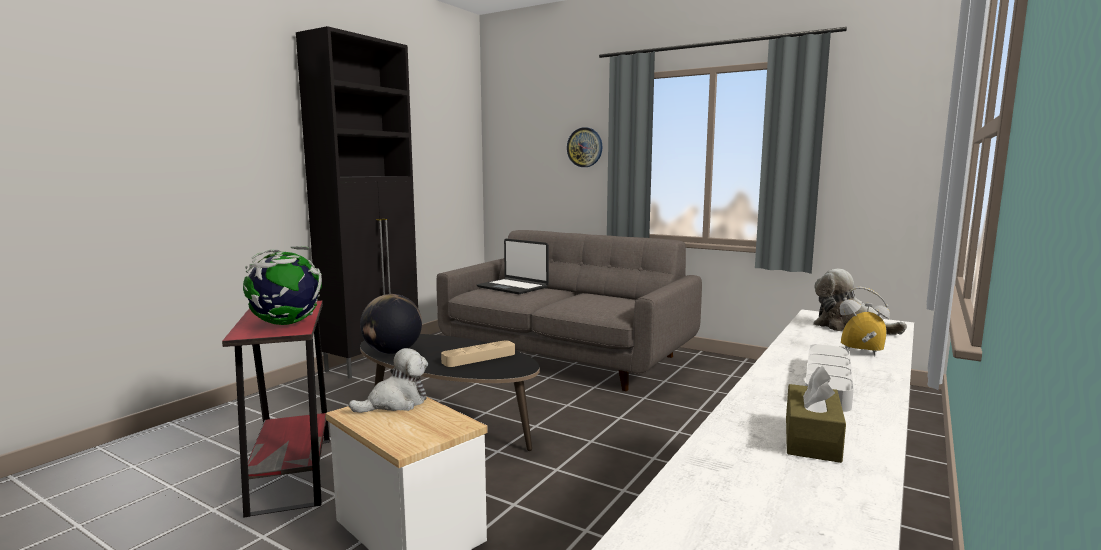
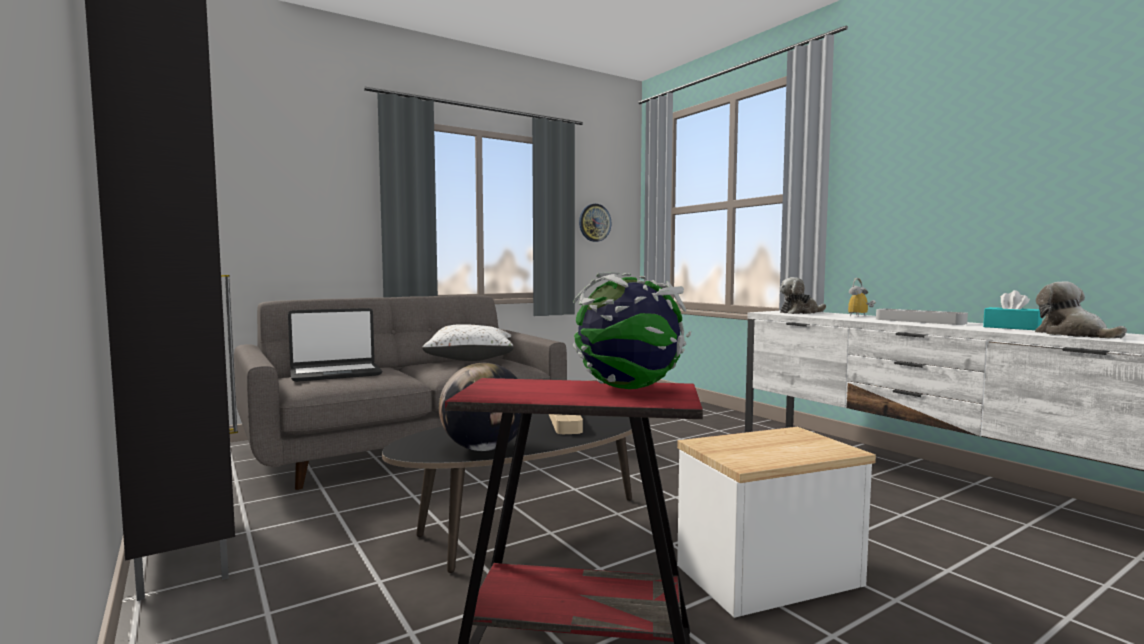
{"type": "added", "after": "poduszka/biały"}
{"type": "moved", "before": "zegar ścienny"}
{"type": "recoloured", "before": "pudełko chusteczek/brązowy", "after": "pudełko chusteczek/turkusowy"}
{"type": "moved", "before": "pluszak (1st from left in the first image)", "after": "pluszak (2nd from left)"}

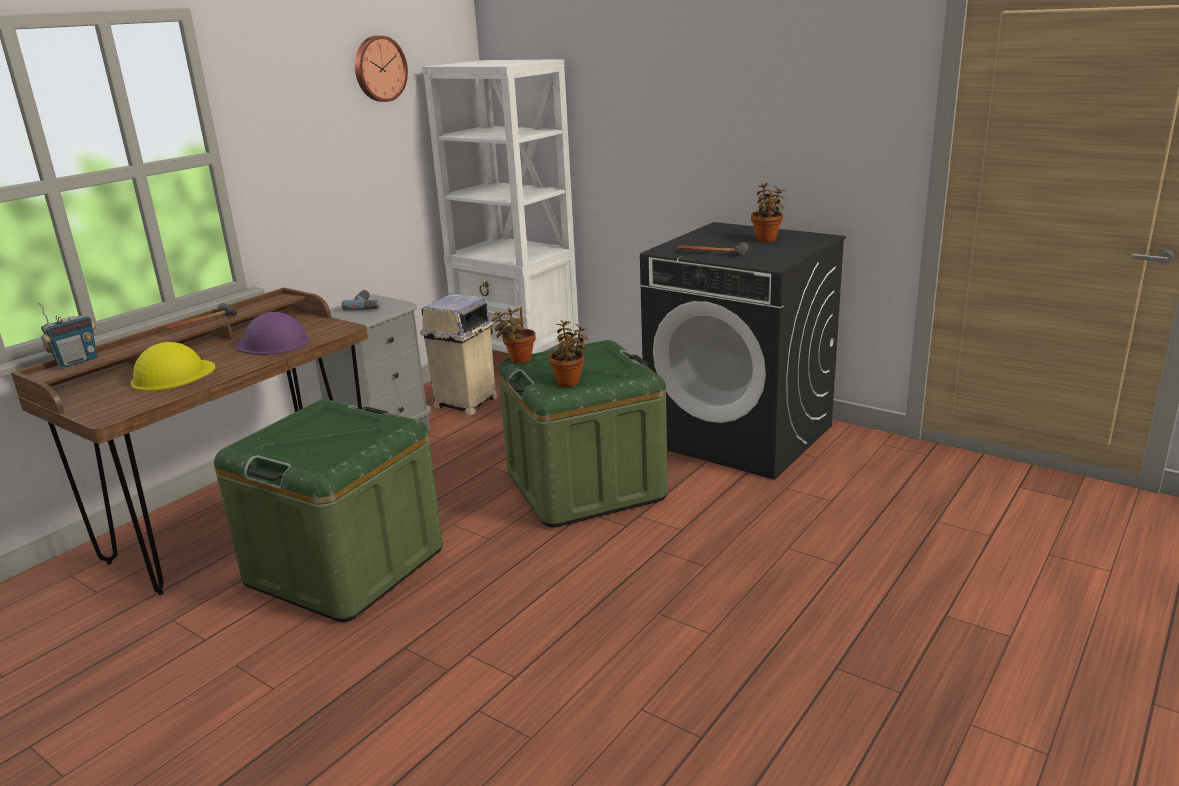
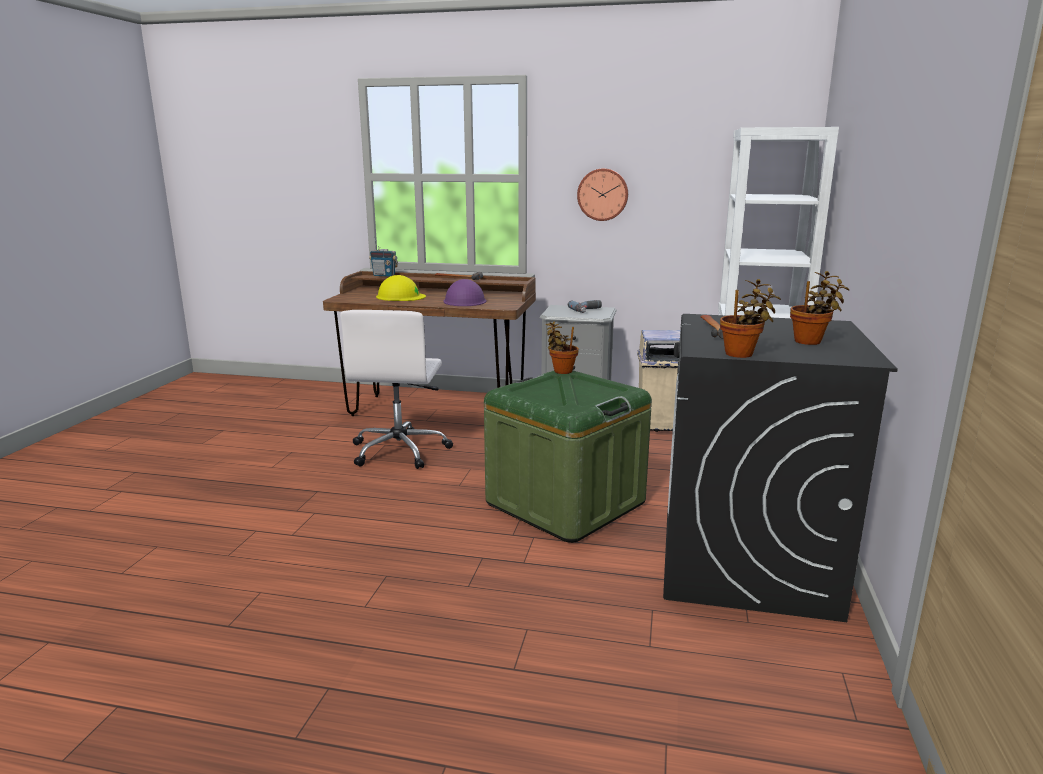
{"type": "replaced", "before": "pojemnik do przechowywania/zielony (1st from left)", "after": "krzesło biurowe/biały"}
{"type": "moved", "before": "zegar ścienny"}
{"type": "moved", "before": "roślina doniczkowa (2nd from left)"}

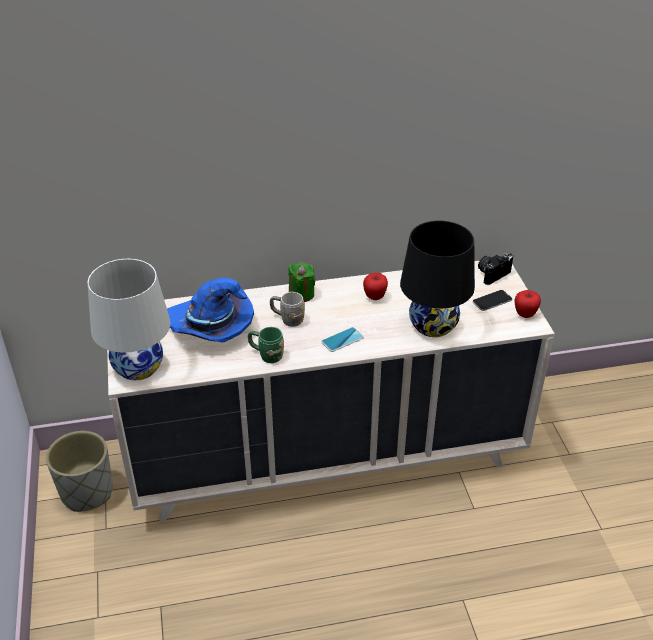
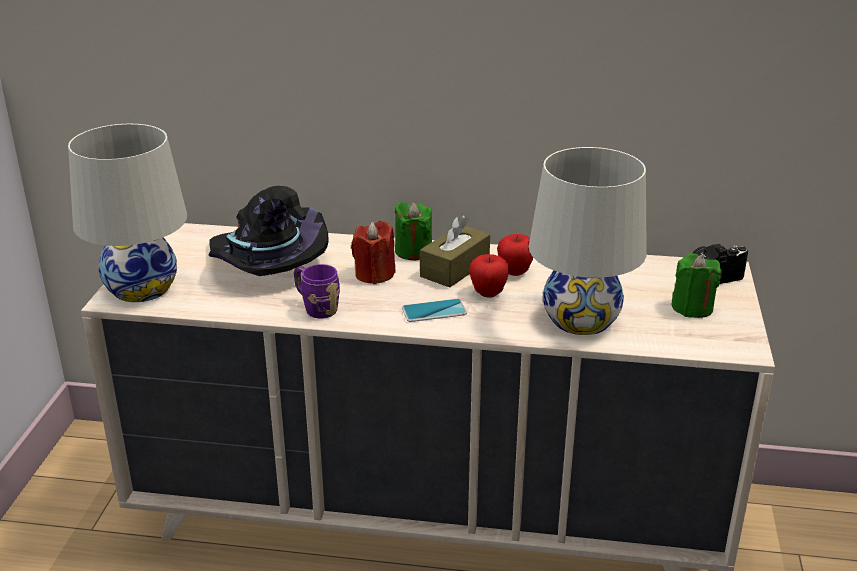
{"type": "recoloured", "before": "kapelusz/niebieski", "after": "kapelusz/czarny"}
{"type": "recoloured", "before": "kubek/zielony", "after": "kubek/fioletowy"}
{"type": "replaced", "before": "kubek/szary", "after": "świeca/czerwony"}
{"type": "added", "after": "pudełko chusteczek/brązowy"}
{"type": "moved", "before": "jabłko (2nd from left in the first image)", "after": "jabłko (1st from left)"}
{"type": "recoloured", "before": "lampa stołowa/czarny", "after": "lampa stołowa/biały (2nd from left)"}
{"type": "replaced", "before": "telefon (2nd from left)", "after": "świeca/zielony (2nd from left)"}
{"type": "removed", "before": "donica/szary"}

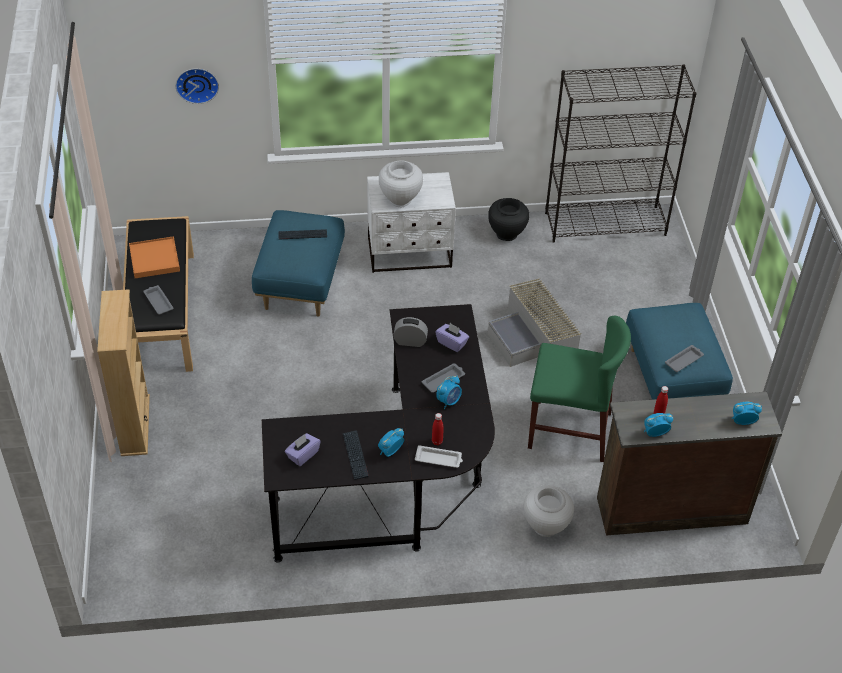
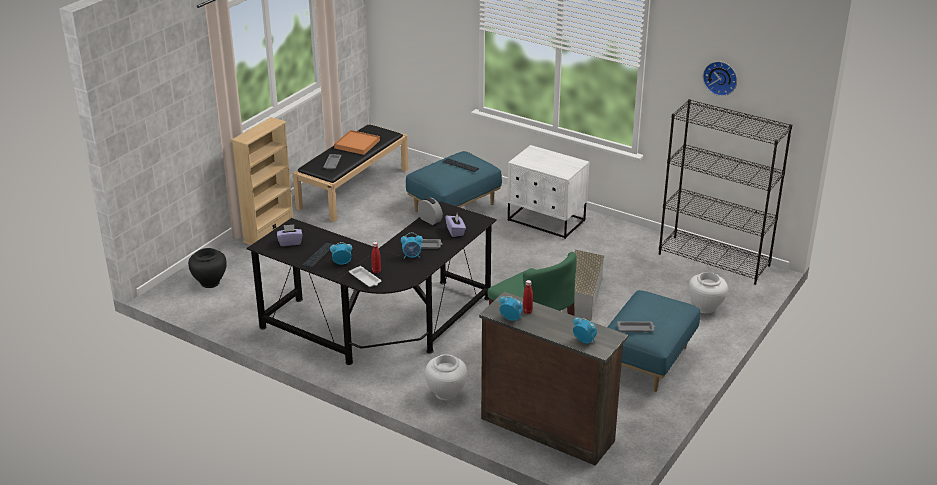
{"type": "moved", "before": "wazon/czarny"}
{"type": "moved", "before": "wazon/biały (1st from left in the first image)", "after": "wazon/biały (2nd from left)"}
{"type": "moved", "before": "zegar ścienny"}

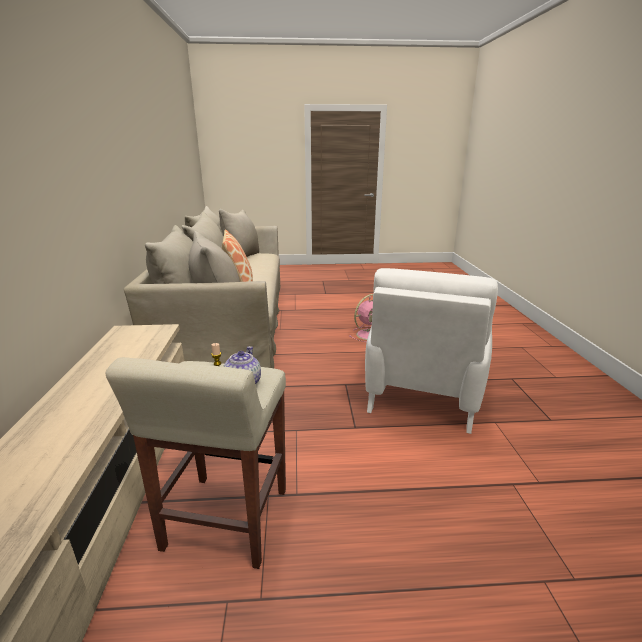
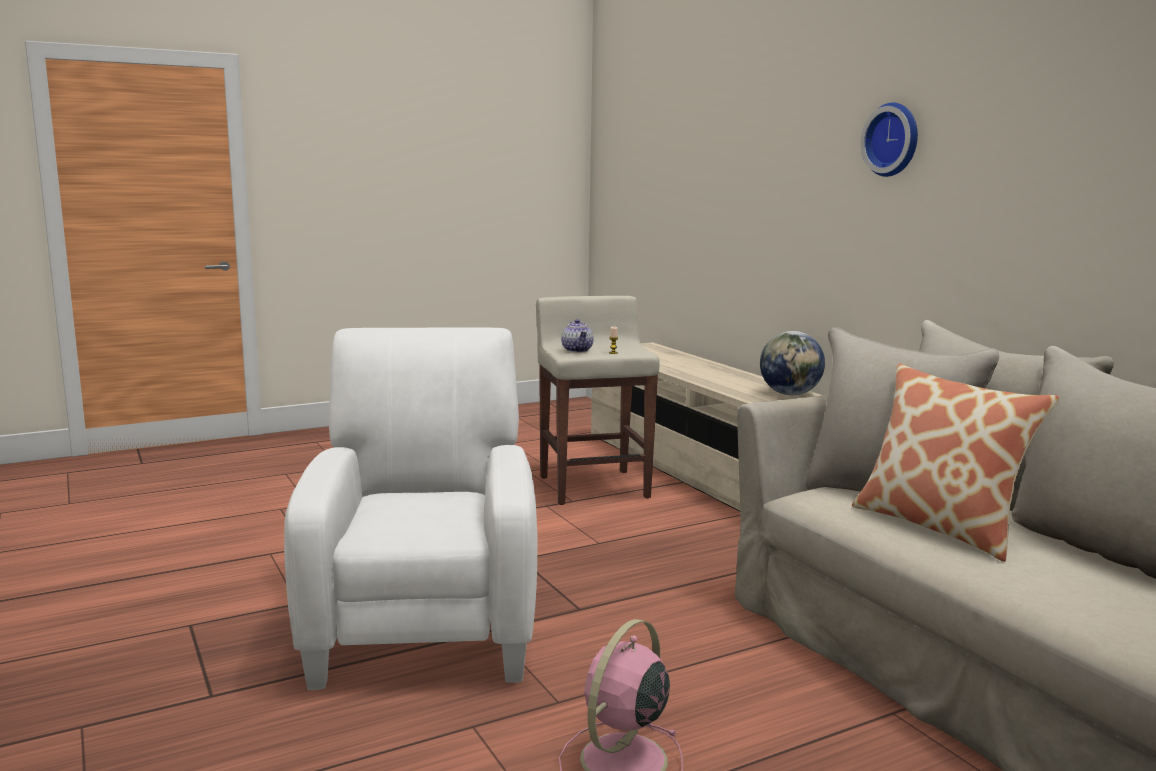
{"type": "added", "after": "globus"}
{"type": "added", "after": "zegar ścienny"}

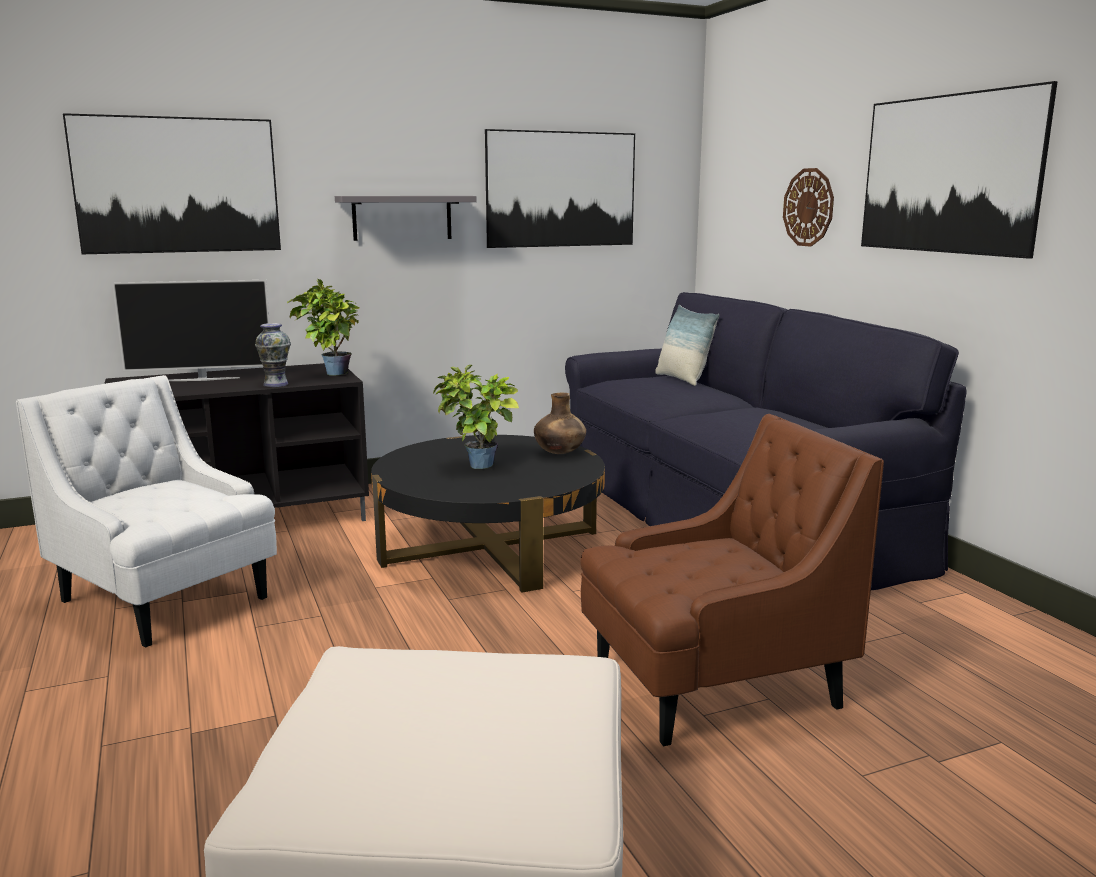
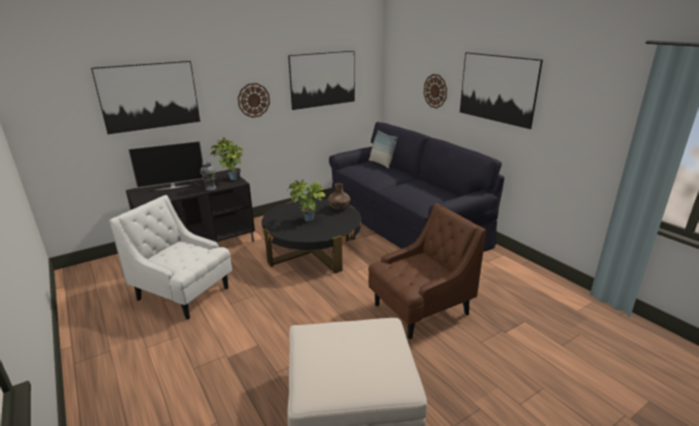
{"type": "replaced", "before": "półka/szary", "after": "zegar ścienny (1st from left)"}

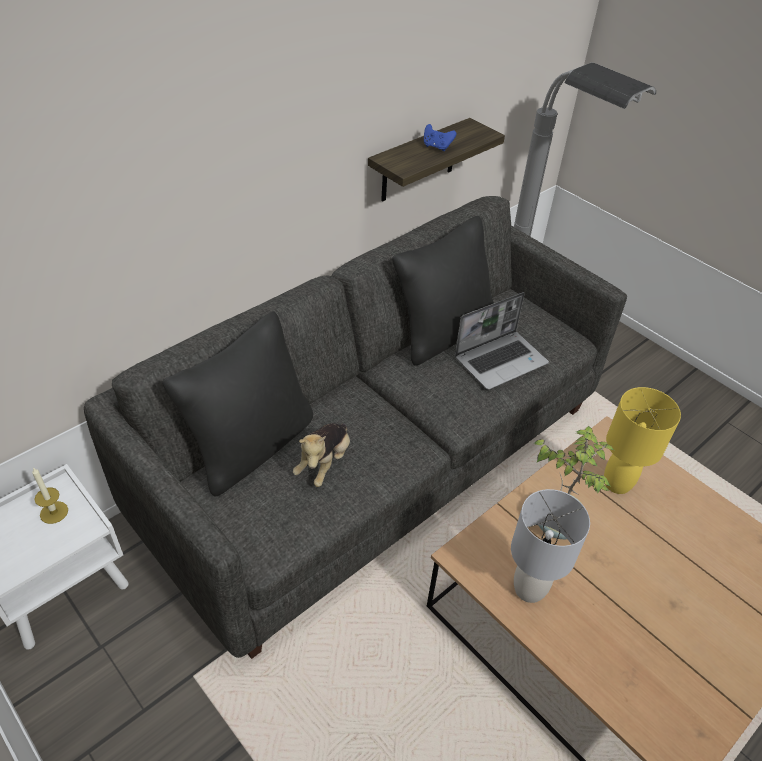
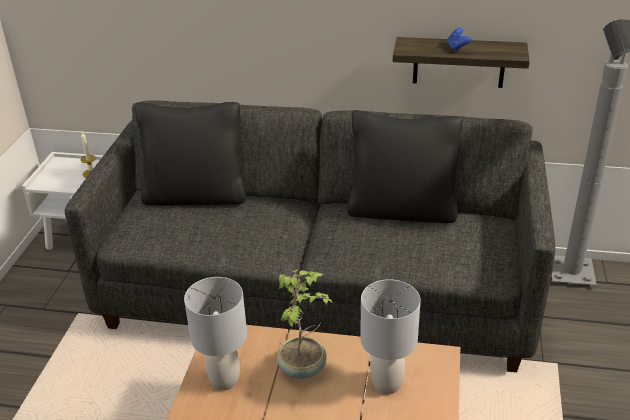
{"type": "recoloured", "before": "lampa stołowa/żółty", "after": "lampa stołowa/szary (2nd from left)"}
{"type": "removed", "before": "pluszak"}
{"type": "removed", "before": "laptop"}

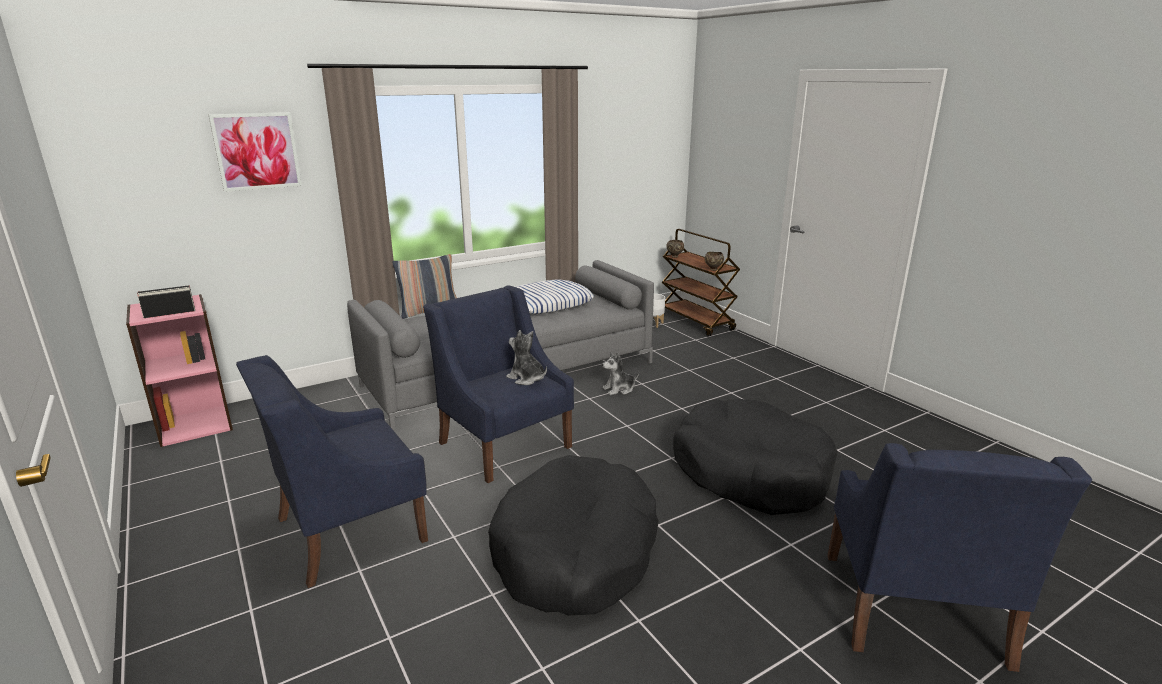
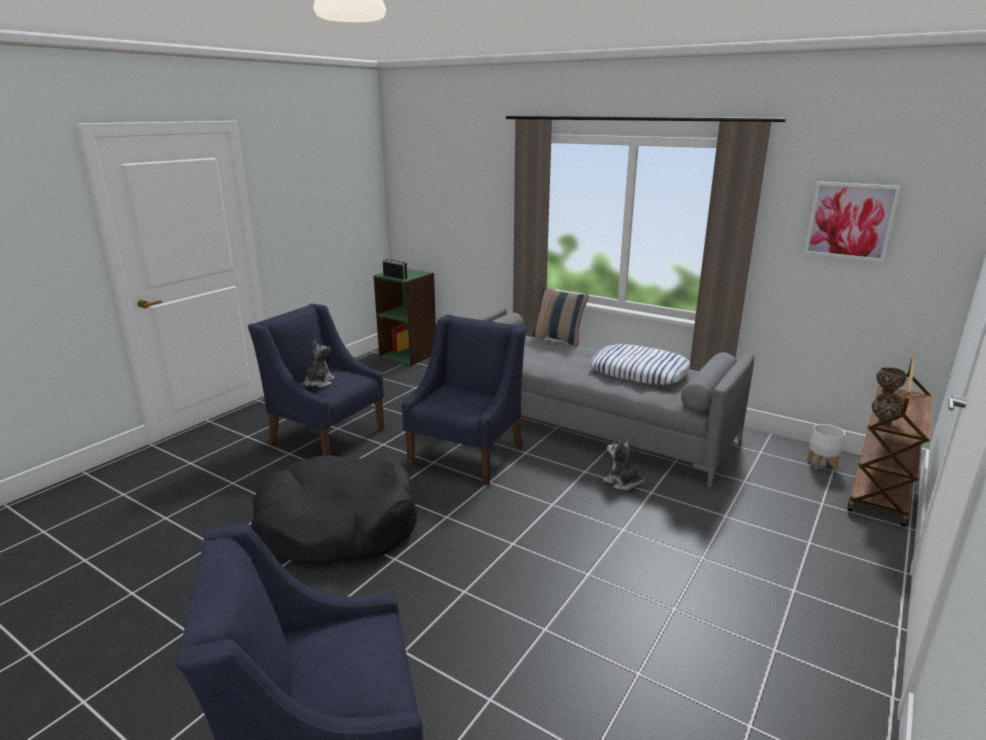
{"type": "moved", "before": "pluszak (1st from left)"}
{"type": "recoloured", "before": "regał/różowy", "after": "regał/zielony"}
{"type": "moved", "before": "obraz"}
{"type": "removed", "before": "legowisko/czarny (2nd from left)"}

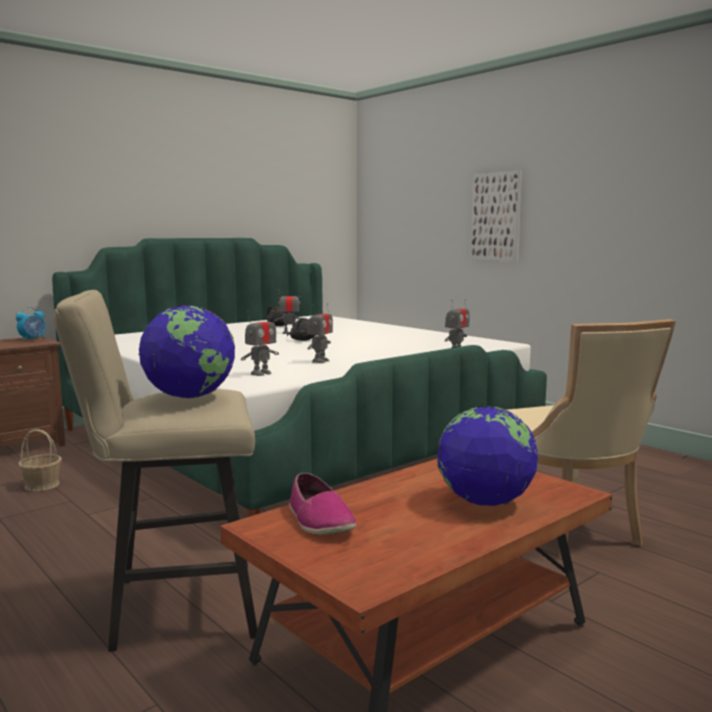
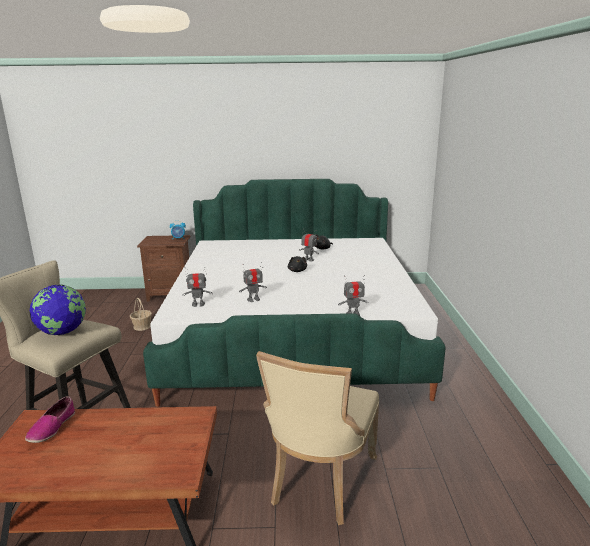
{"type": "removed", "before": "globus (2nd from left)"}
{"type": "removed", "before": "obraz"}

